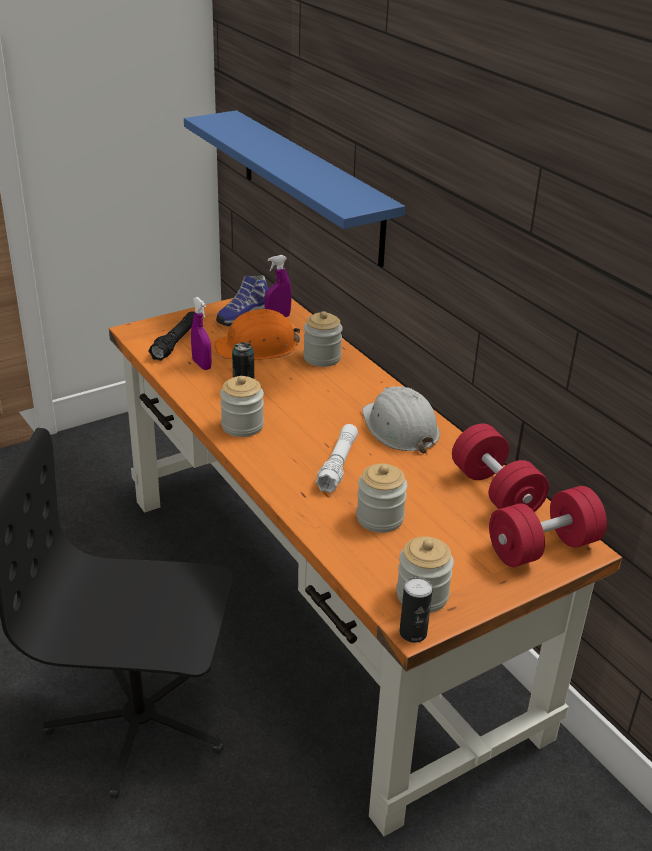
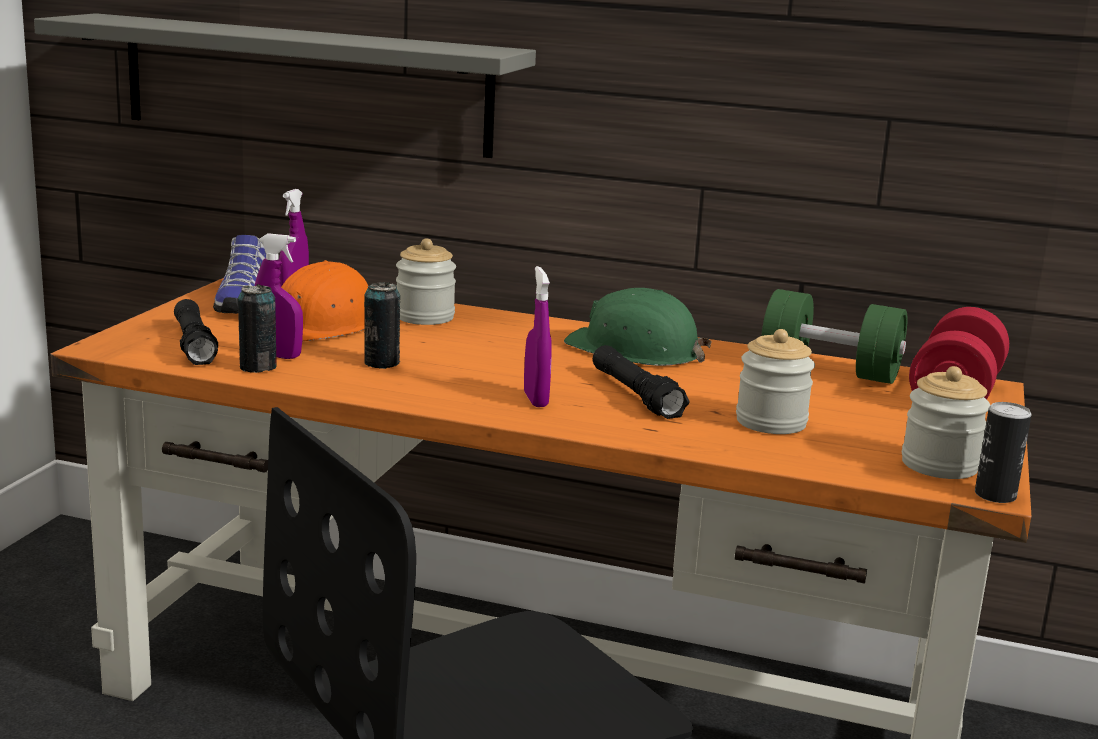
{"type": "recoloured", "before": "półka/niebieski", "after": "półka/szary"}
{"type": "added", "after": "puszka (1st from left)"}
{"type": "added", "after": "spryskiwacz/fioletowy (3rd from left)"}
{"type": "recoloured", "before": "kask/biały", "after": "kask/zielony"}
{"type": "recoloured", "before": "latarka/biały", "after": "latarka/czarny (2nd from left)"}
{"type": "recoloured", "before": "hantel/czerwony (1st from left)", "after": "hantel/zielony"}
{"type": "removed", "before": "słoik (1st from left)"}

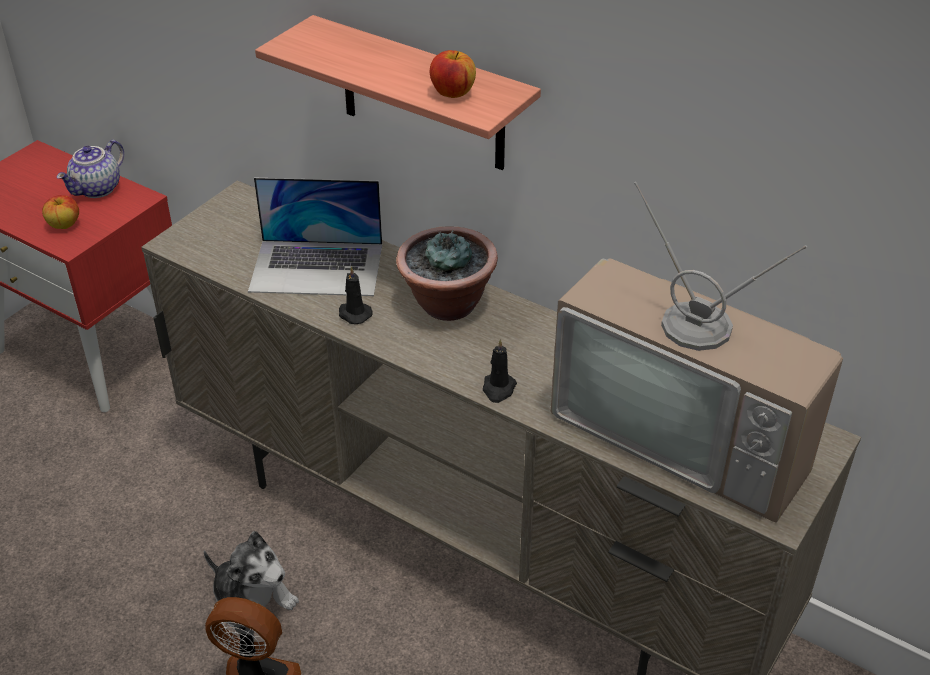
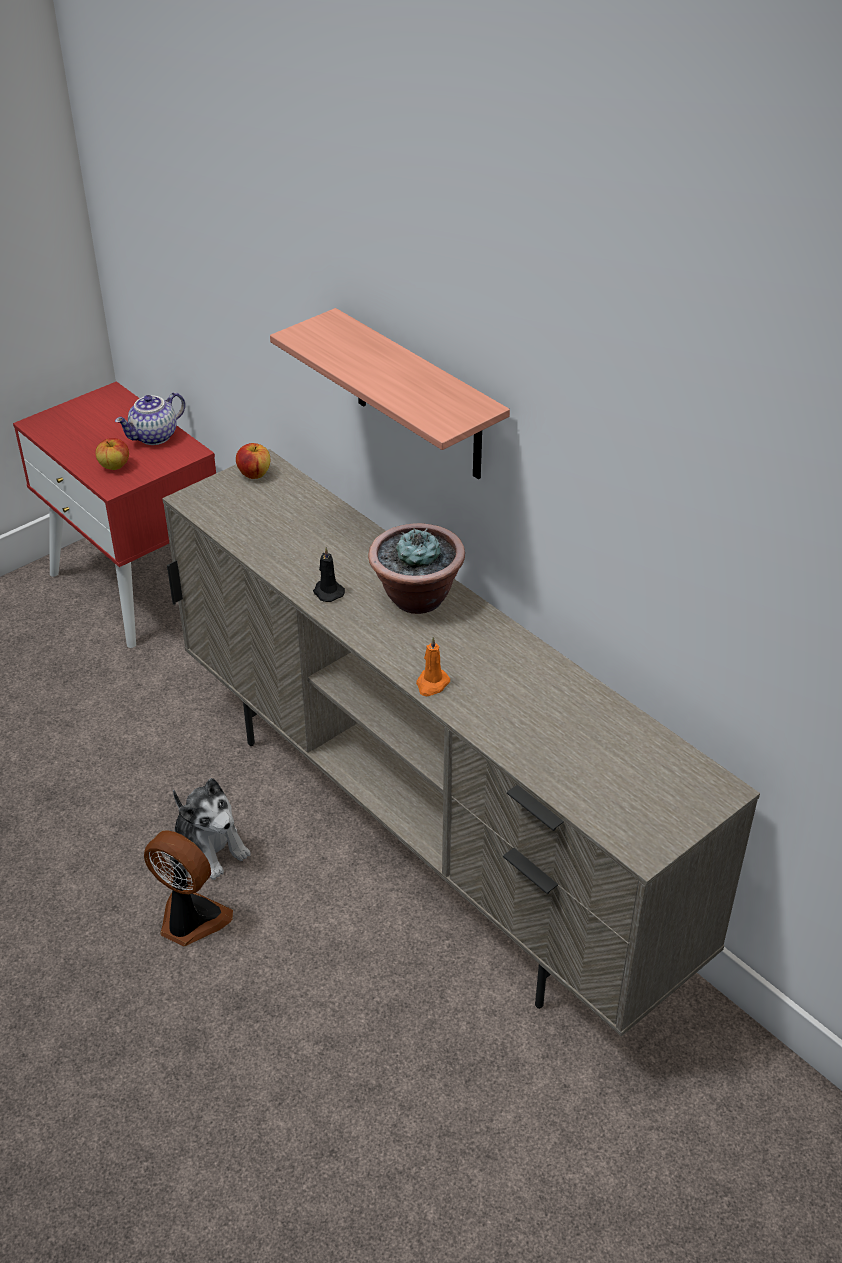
{"type": "moved", "before": "jabłko (2nd from left)"}
{"type": "recoloured", "before": "świeca/czarny (2nd from left)", "after": "świeca/pomarańczowy"}
{"type": "removed", "before": "laptop"}
{"type": "removed", "before": "telewizor"}

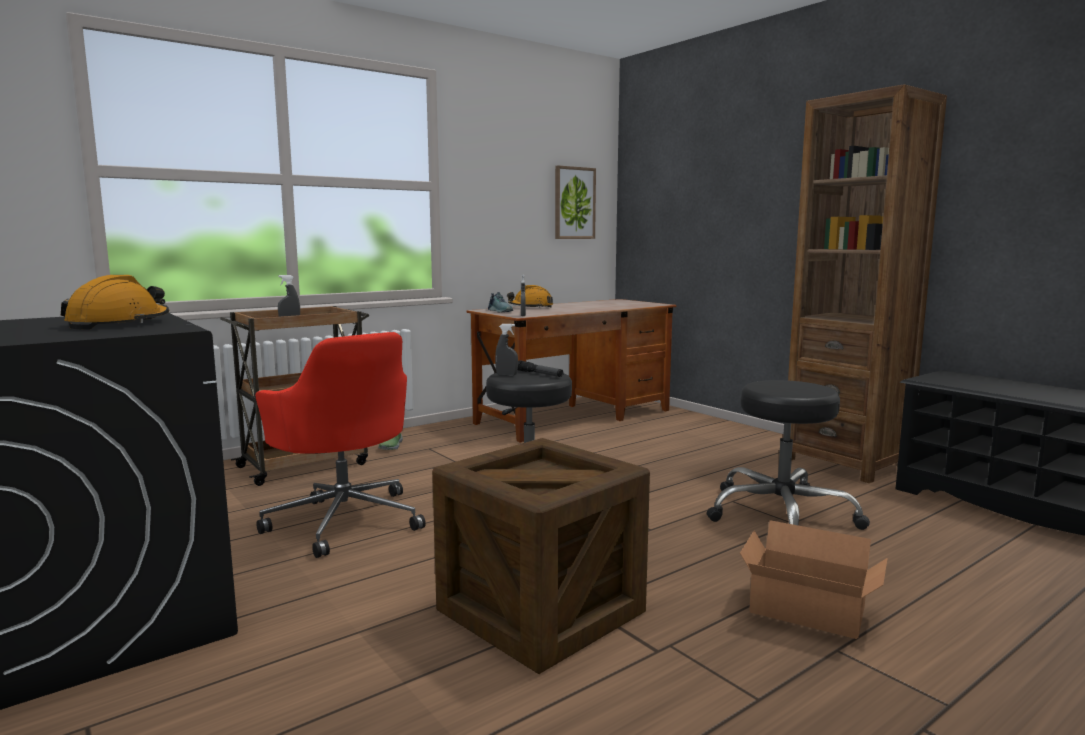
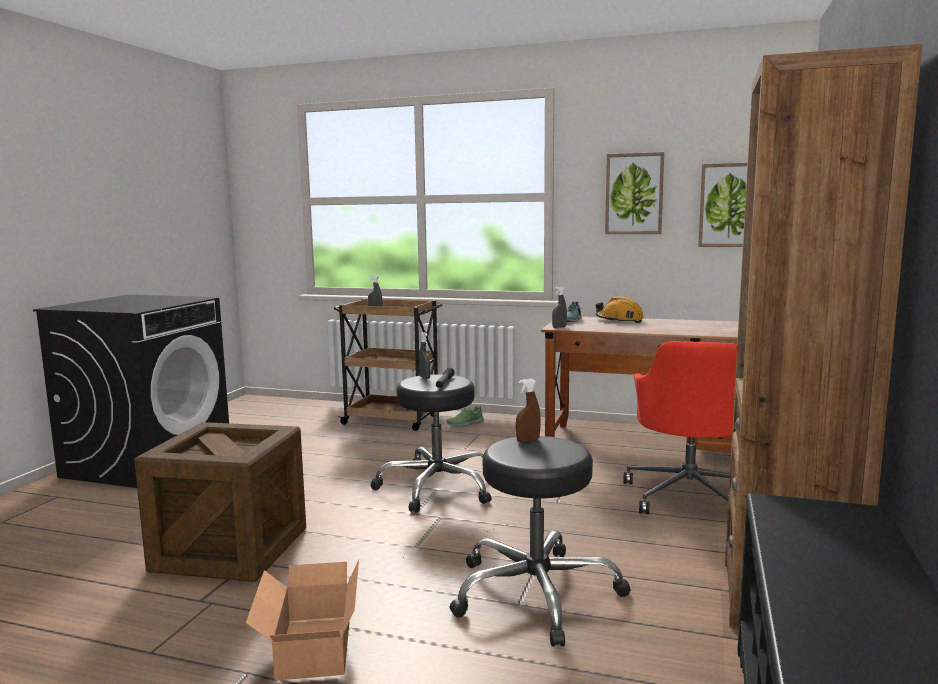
{"type": "added", "after": "spryskiwacz/brązowy"}
{"type": "added", "after": "obraz (1st from left)"}
{"type": "moved", "before": "krzesło biurowe/czerwony"}
{"type": "removed", "before": "kask/pomarańczowy (1st from left)"}

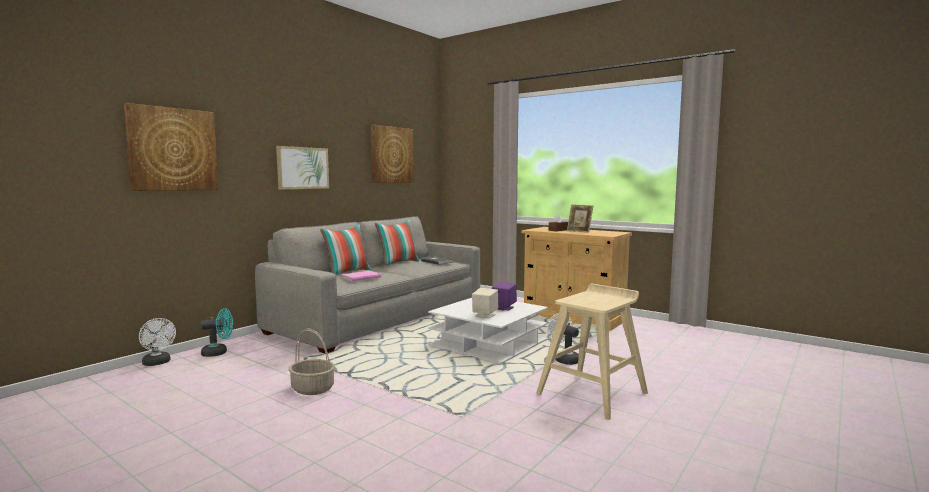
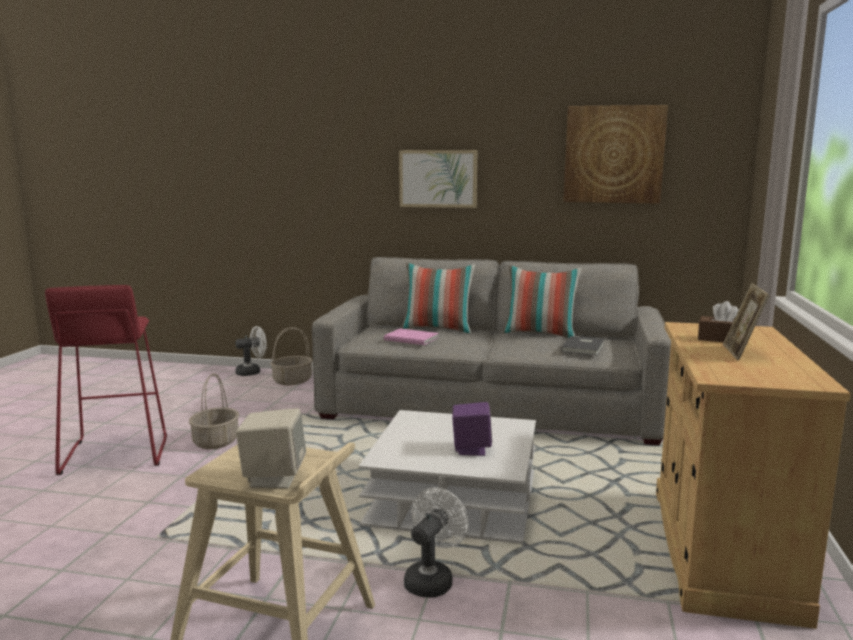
{"type": "added", "after": "stołek/czerwony"}
{"type": "turned", "before": "wentylator/biały (1st from left)", "turn": -135}
{"type": "moved", "before": "głośnik/beżowy"}
{"type": "replaced", "before": "wentylator/turkusowy", "after": "koszyk (2nd from left)"}
{"type": "removed", "before": "obraz (1st from left)"}

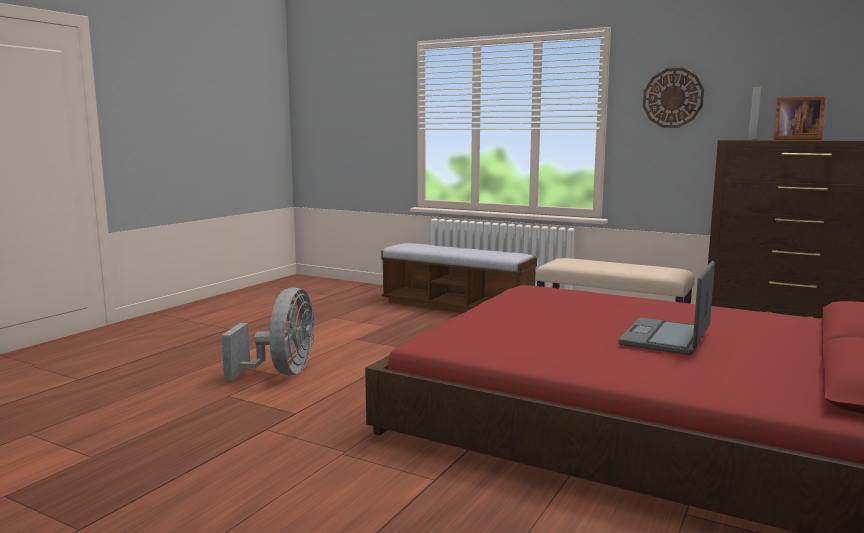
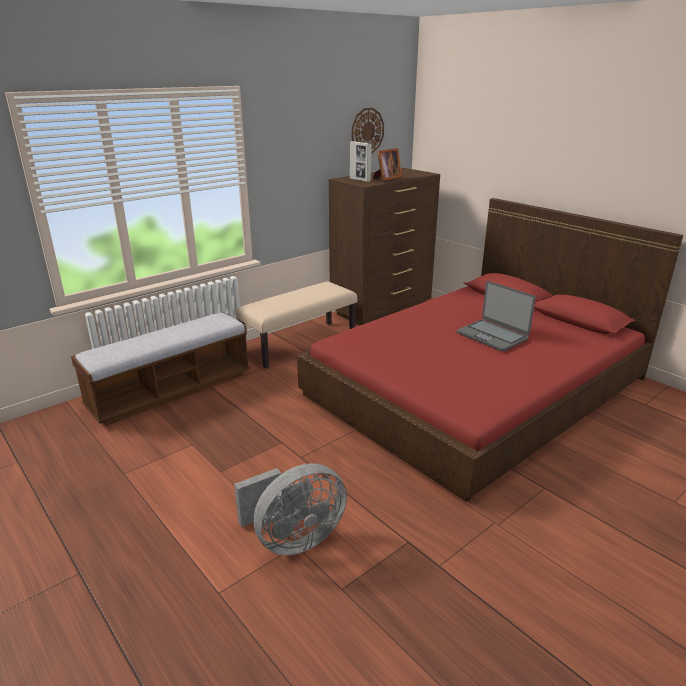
{"type": "turned", "before": "wentylator/szary", "turn": 120}
{"type": "moved", "before": "zegar ścienny"}

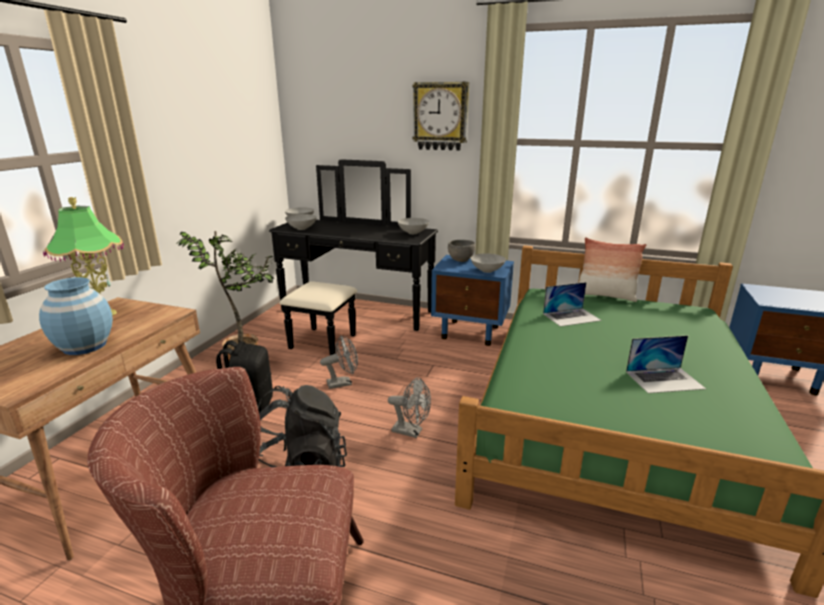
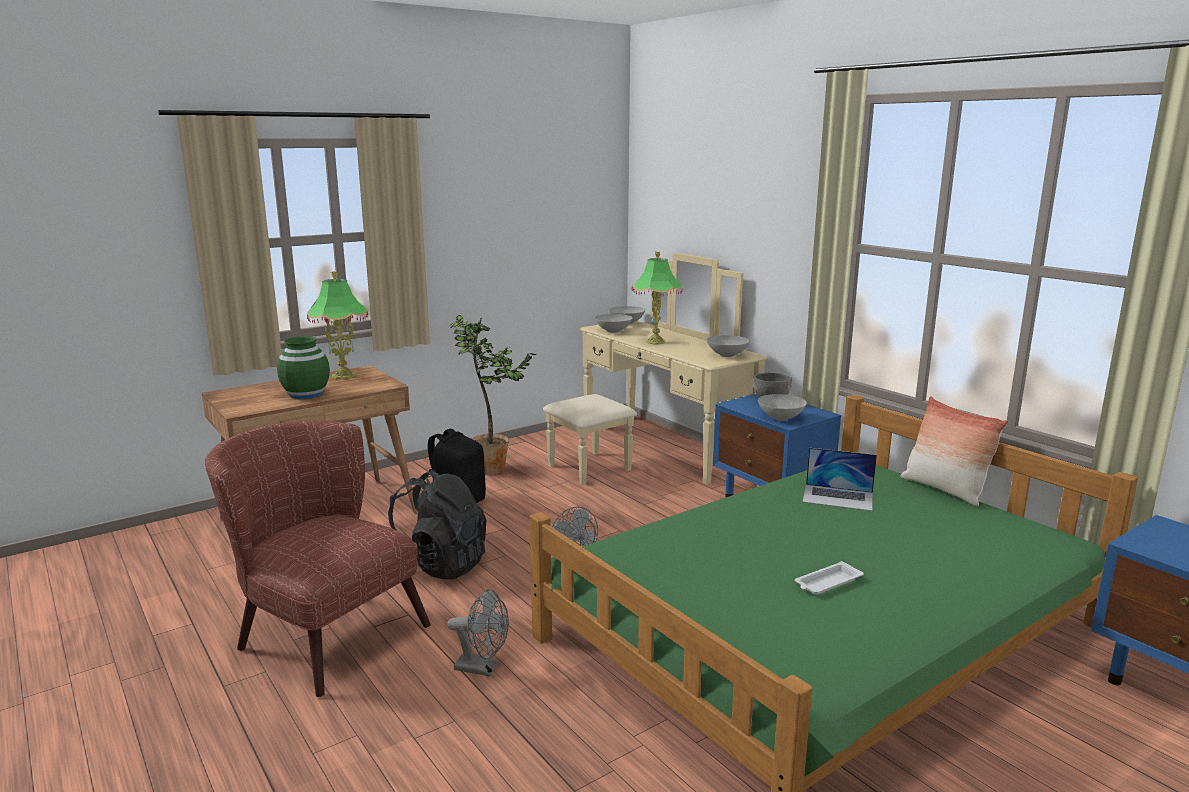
{"type": "recoloured", "before": "wazon/niebieski", "after": "wazon/zielony"}
{"type": "moved", "before": "wentylator/szary (1st from left)"}
{"type": "recoloured", "before": "komoda/czarny", "after": "komoda/beżowy"}
{"type": "added", "after": "lampa stołowa (2nd from left)"}
{"type": "replaced", "before": "laptop (2nd from left)", "after": "taca/biały"}
{"type": "removed", "before": "zegar ścienny"}

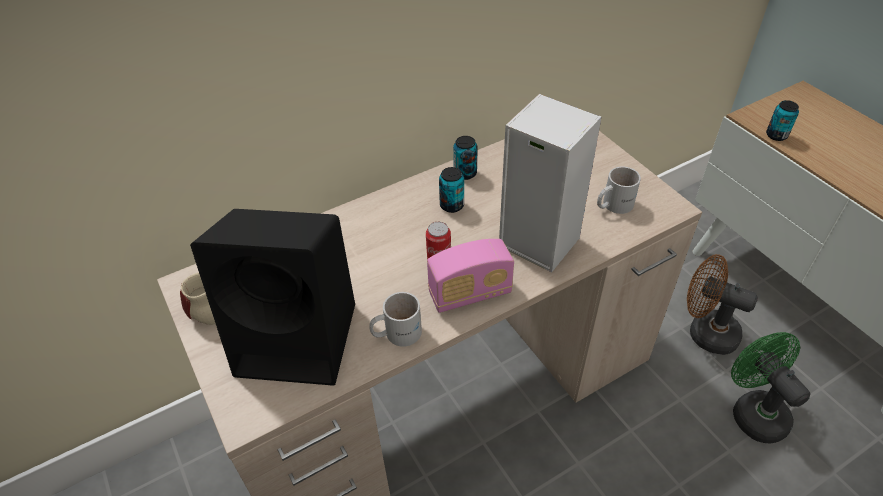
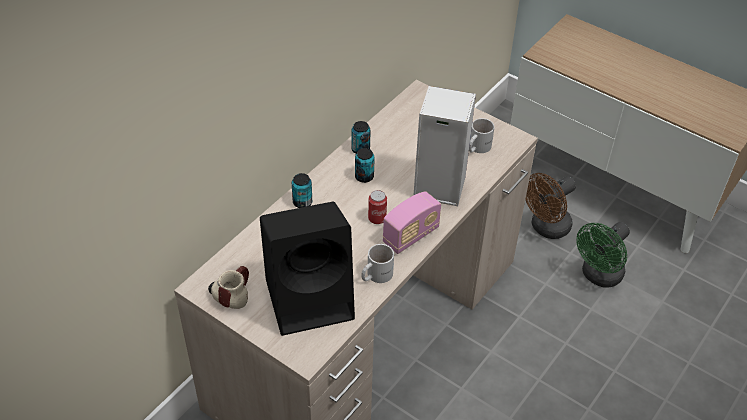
{"type": "moved", "before": "puszka (4th from left in the first image)", "after": "puszka (1st from left)"}
{"type": "turned", "before": "wentylator/brązowy", "turn": -45}
{"type": "turned", "before": "wentylator/zielony", "turn": -90}

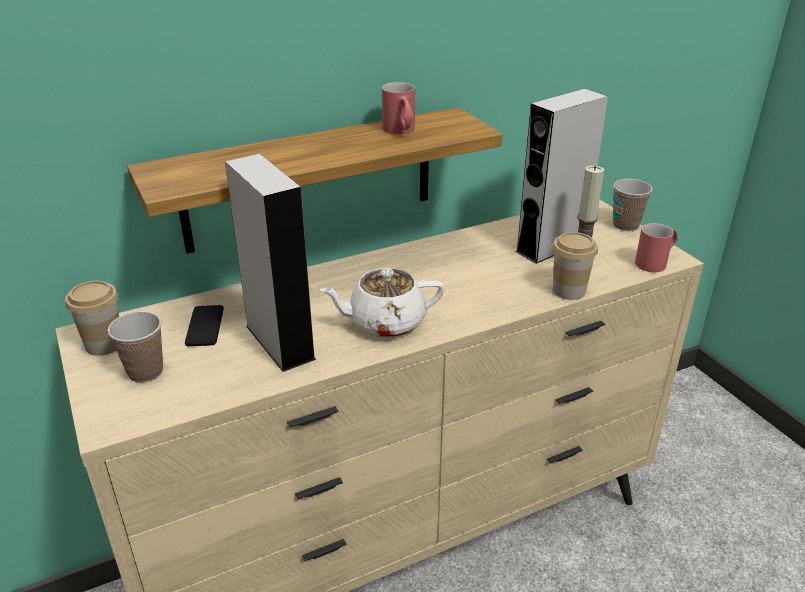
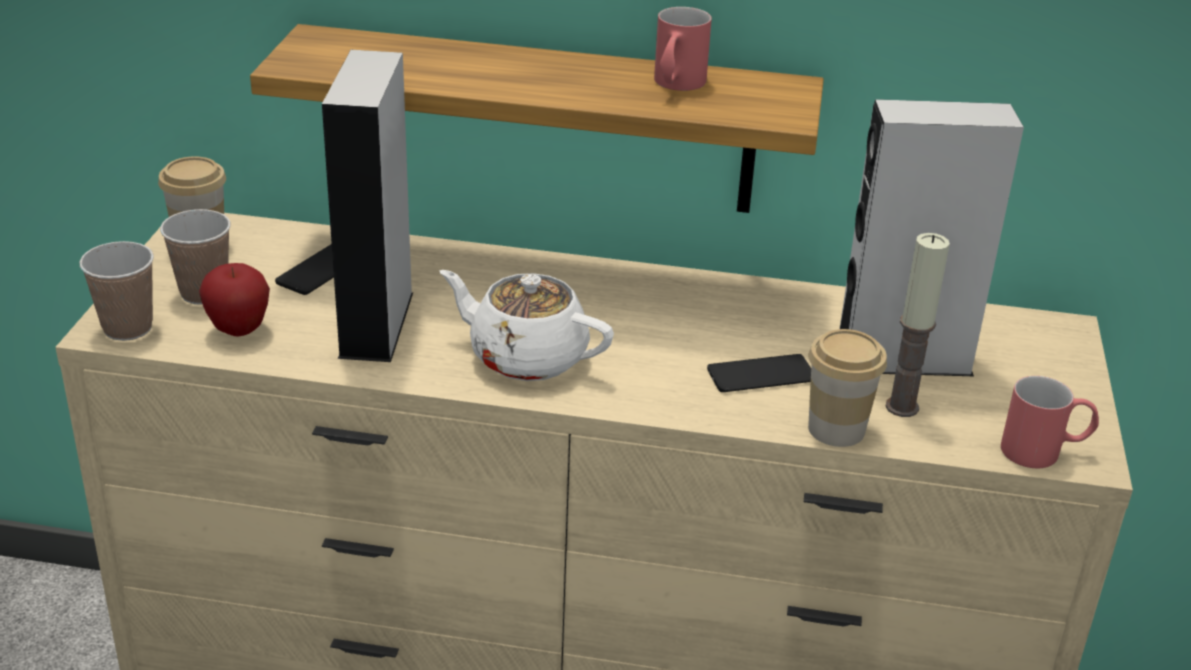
{"type": "moved", "before": "filiżanka (4th from left in the first image)", "after": "filiżanka (1st from left)"}
{"type": "added", "after": "jabłko"}
{"type": "added", "after": "telefon (2nd from left)"}

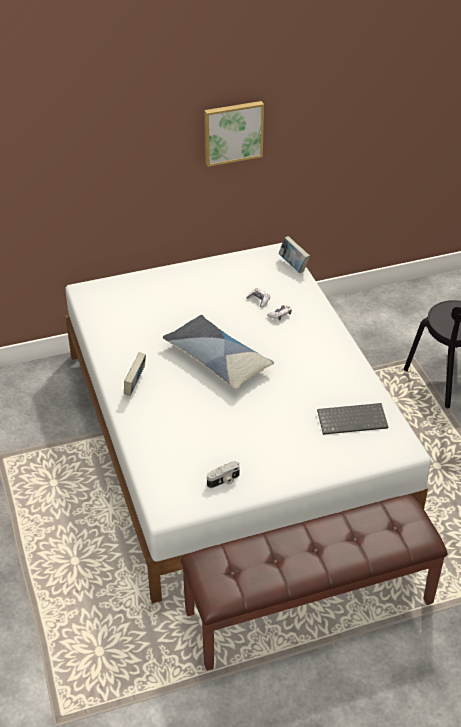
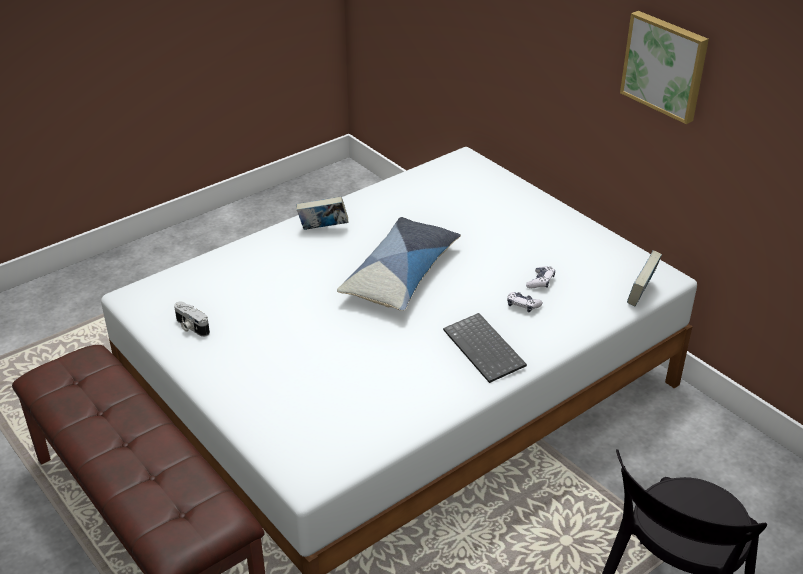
{"type": "moved", "before": "klawiatura"}

